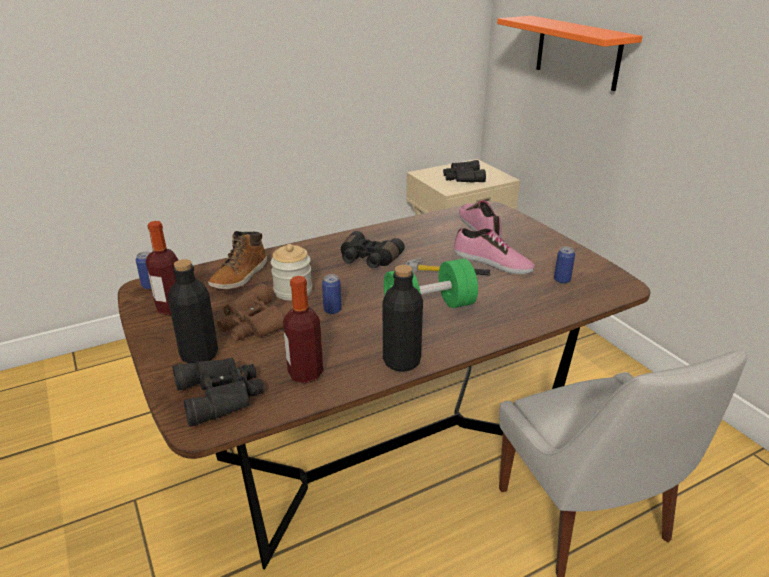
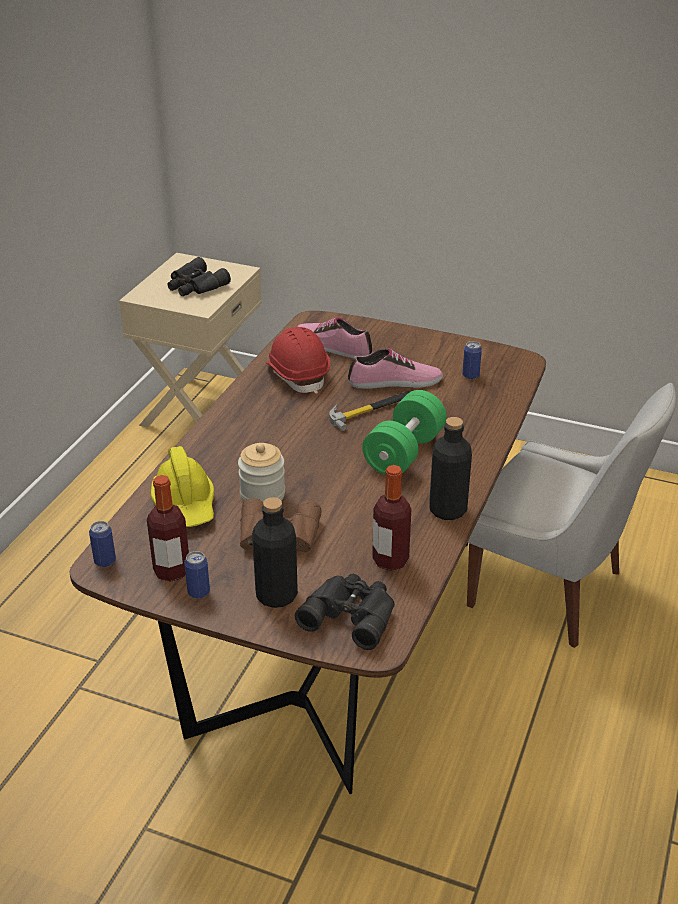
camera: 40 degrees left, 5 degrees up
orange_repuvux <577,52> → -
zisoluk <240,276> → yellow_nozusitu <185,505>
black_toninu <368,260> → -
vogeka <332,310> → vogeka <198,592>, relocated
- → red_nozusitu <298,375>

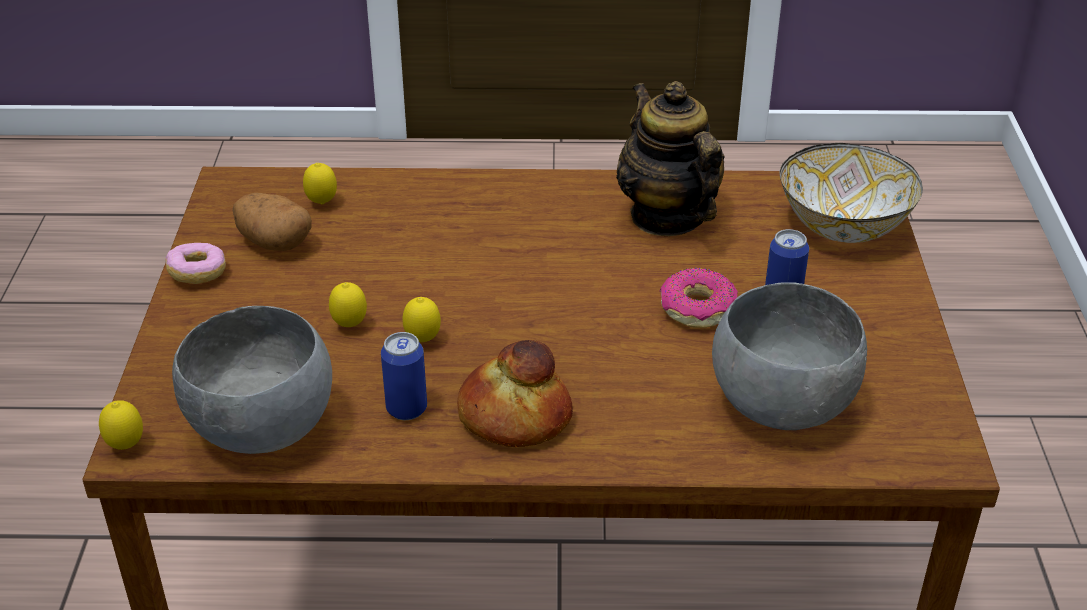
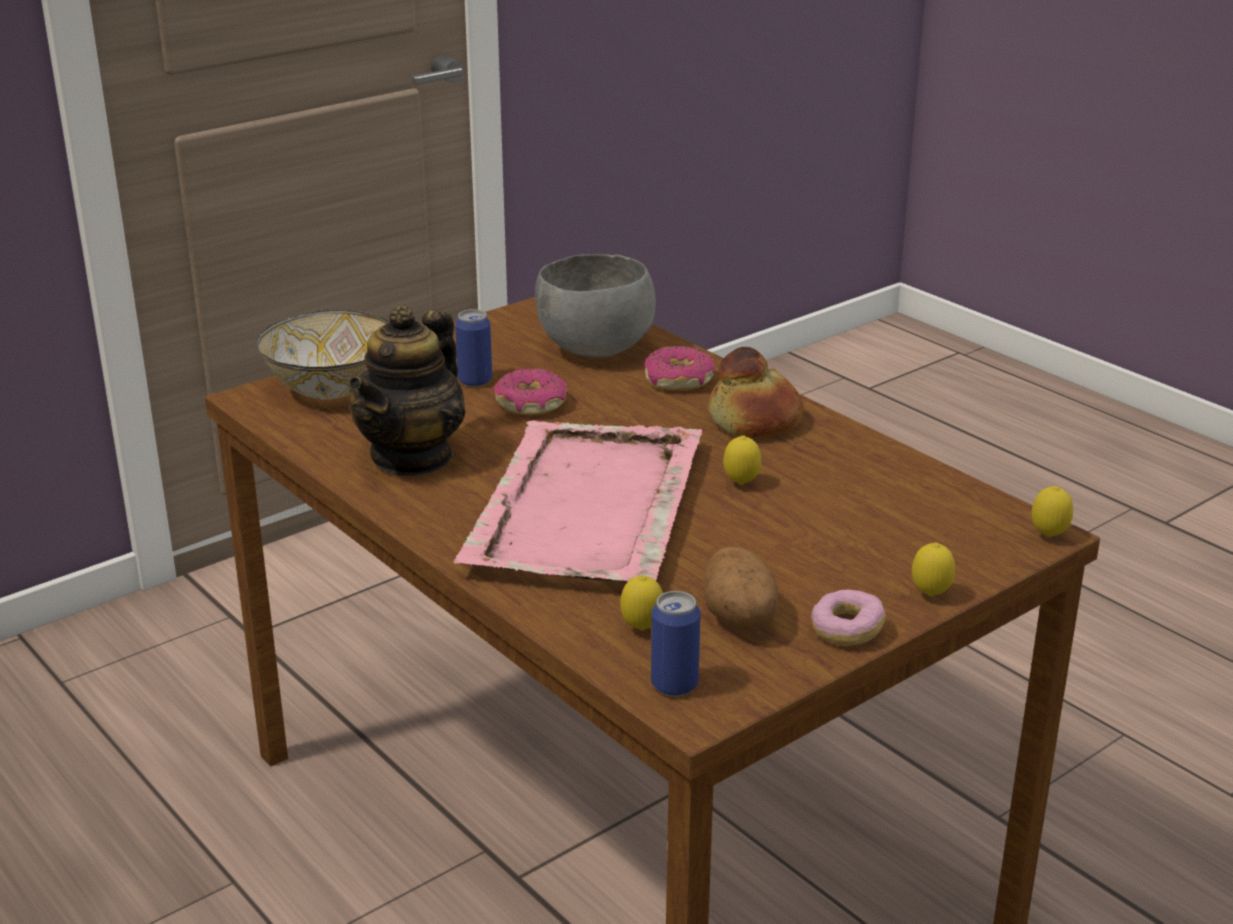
camera: 130 degrees left, 10 degrees down
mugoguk <350,326> → mugoguk <930,595>, relocated
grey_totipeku <261,431> → -
vogeka <406,409> → vogeka <674,685>, relocated
- → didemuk <679,380>
- → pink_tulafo <585,509>

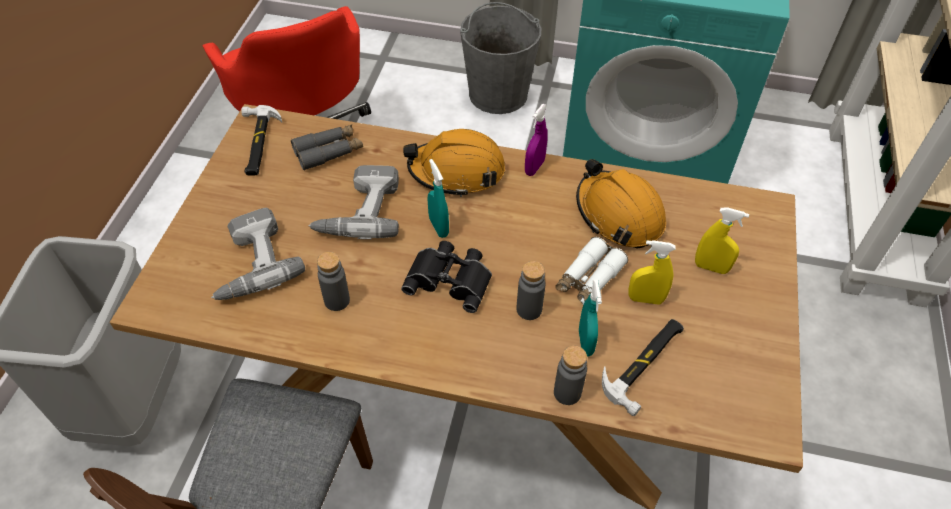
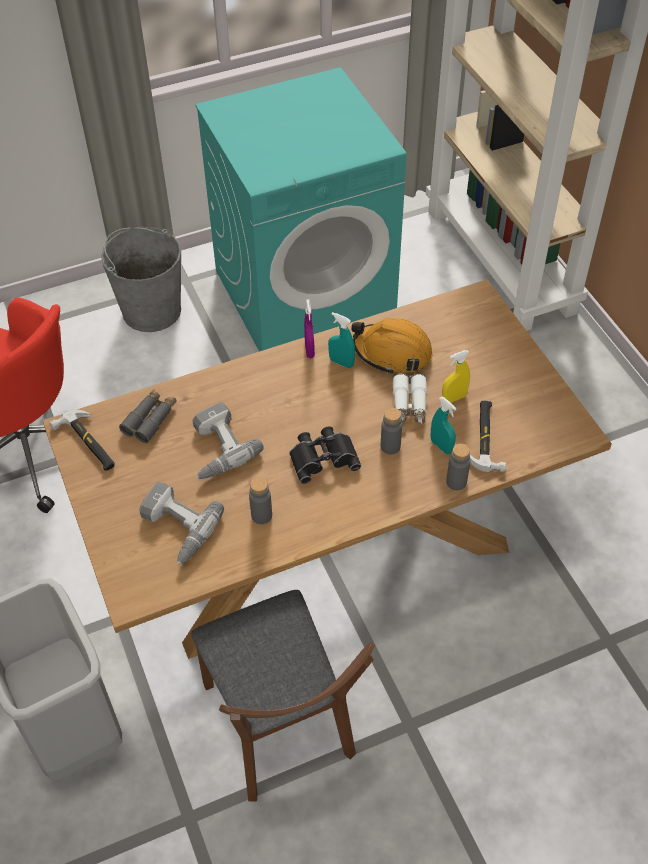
camera: 35 degrees left, 0 degrees up
orange_nozusitu <456,171> → -
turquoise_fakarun <438,227> → turquoise_fakarun <341,362>, relocated
yellow_fakarun <711,267> → -

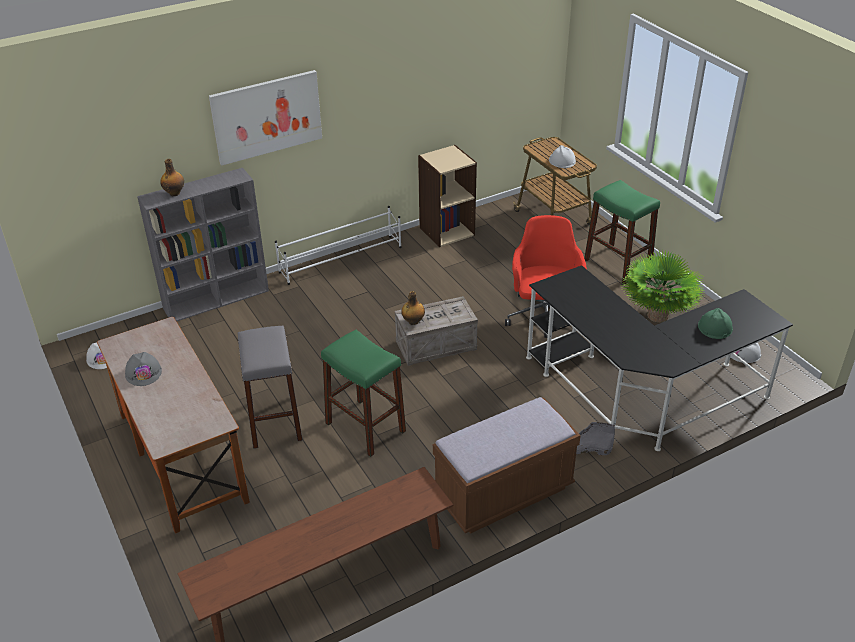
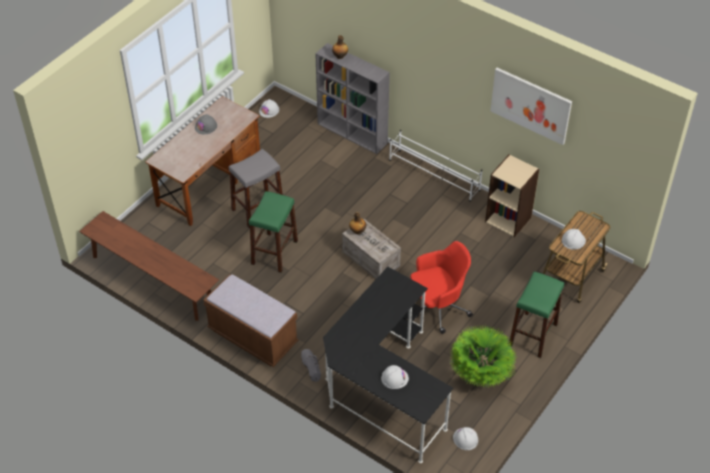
camera: 65 degrees right, 10 degrees up
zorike <267,116> → zorike <531,105>, relocated
green_nozusitu <714,327> → white_nozusitu <394,378>

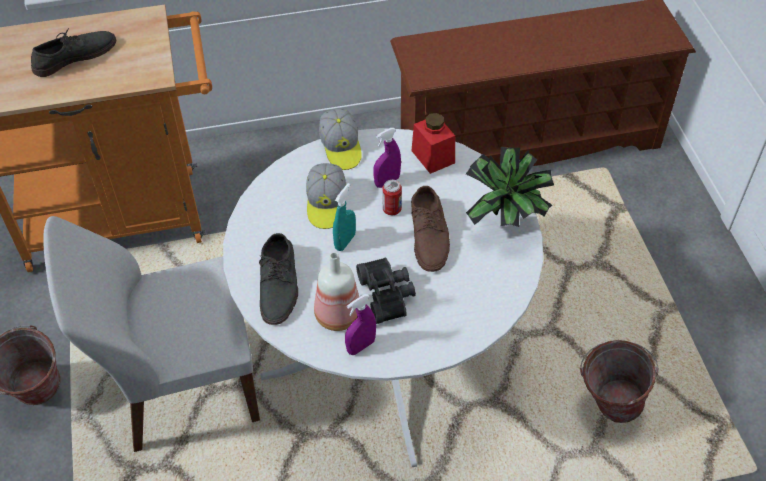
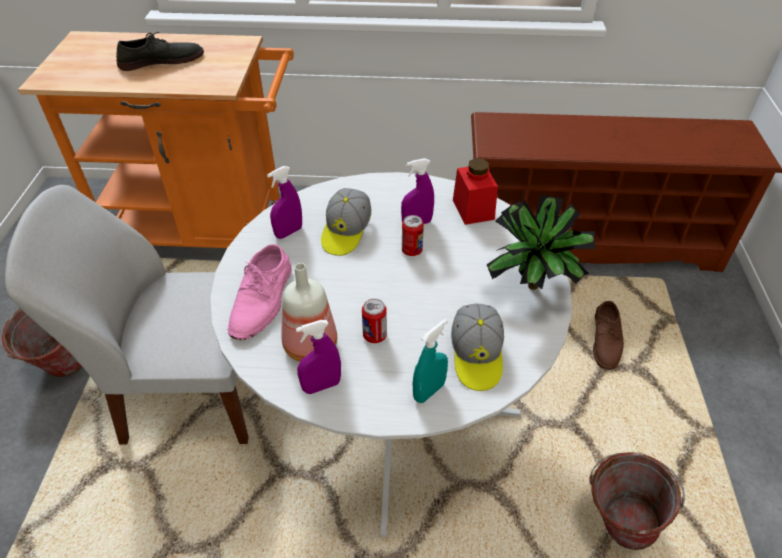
camera: 15 degrees right, 5 degrees down
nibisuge <341,147> → nibisuge <476,355>, relocated
turquoise_fakarun <345,241> → turquoise_fakarun <429,391>, relocated
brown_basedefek <429,235> → brown_basedefek <606,340>, relocated
grey_basedefek <279,285> → pink_basedefek <263,300>
black_toninu <388,294> → vogeka <374,335>
- → purple_fakarun <289,232>

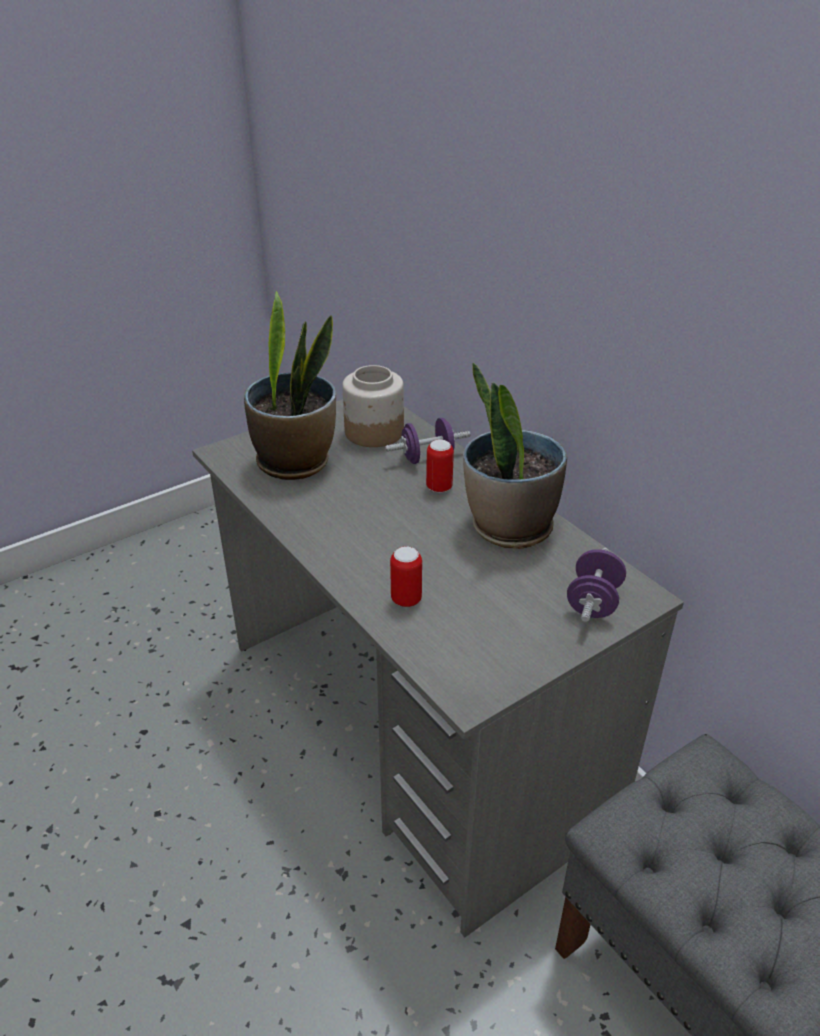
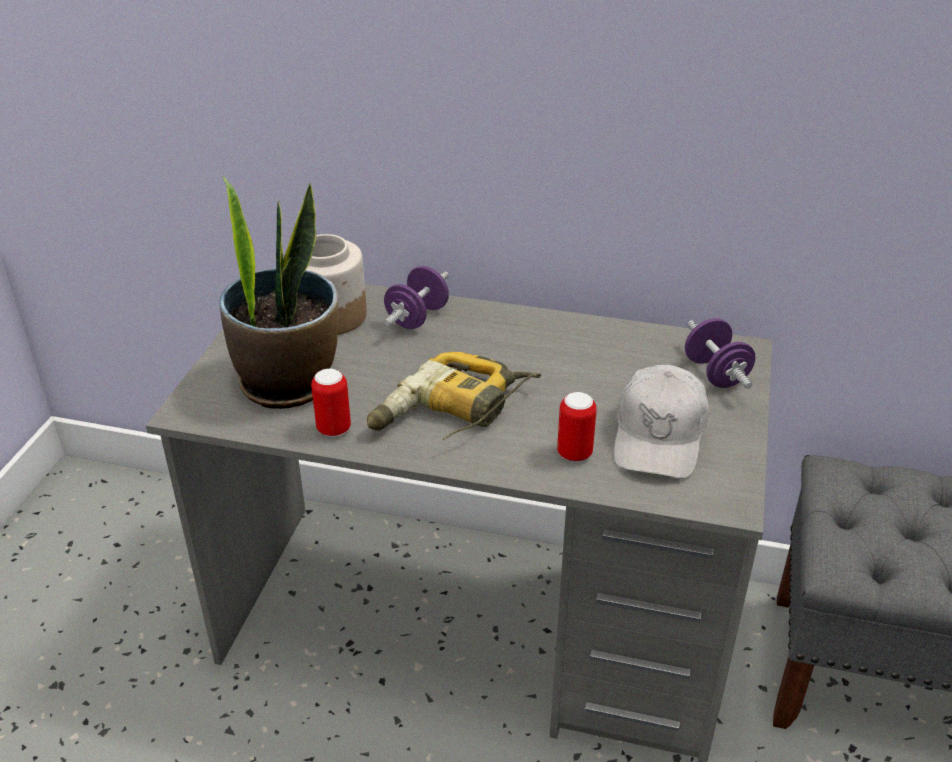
camera: 40 degrees left, 0 degrees up
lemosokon <509,527> → -
vogeka <439,487> → vogeka <334,429>, relocated
- → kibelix <452,413>
- → white_nibisuge <659,436>

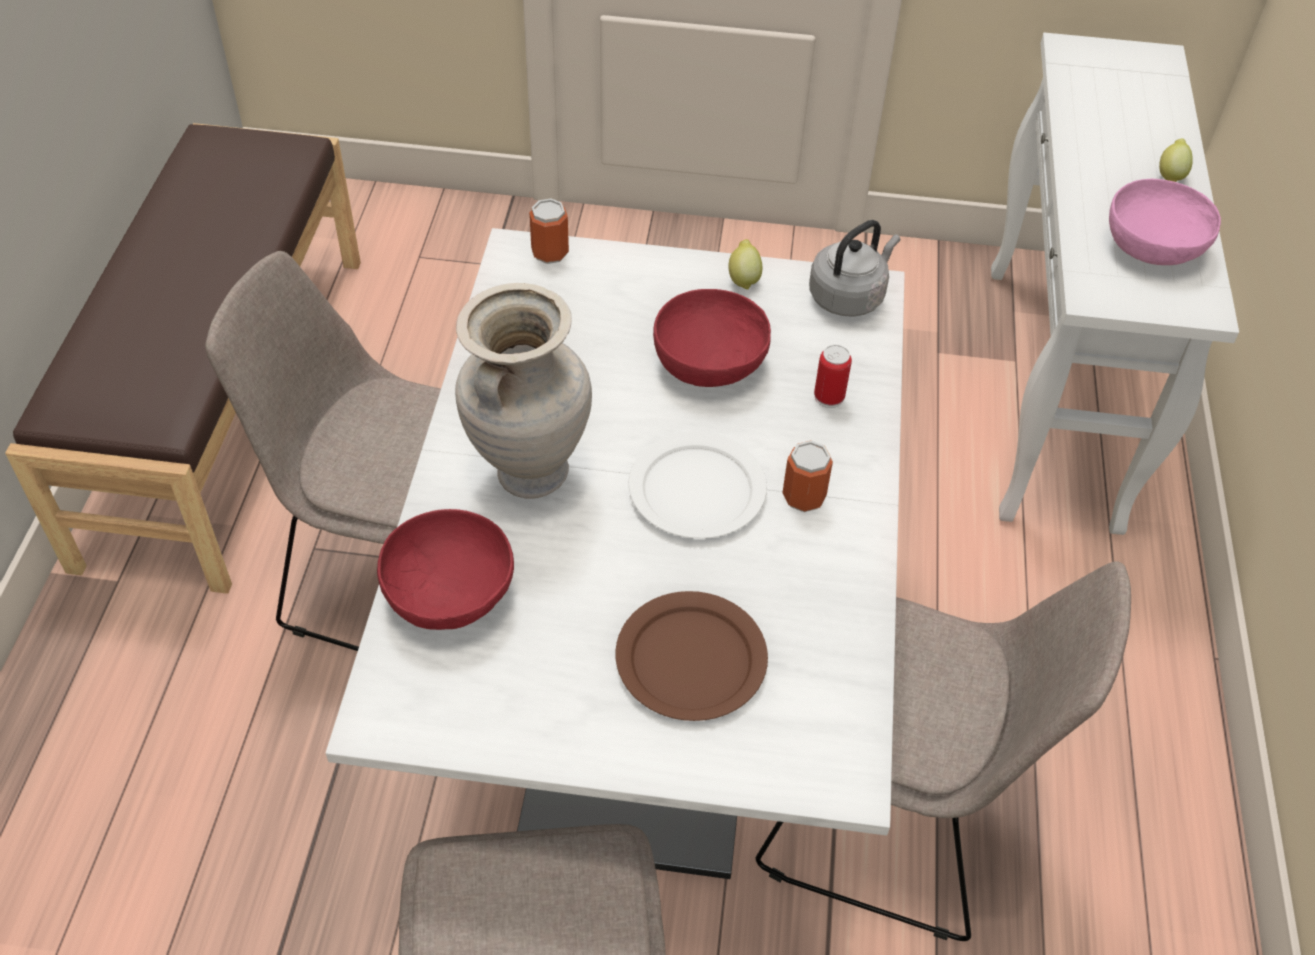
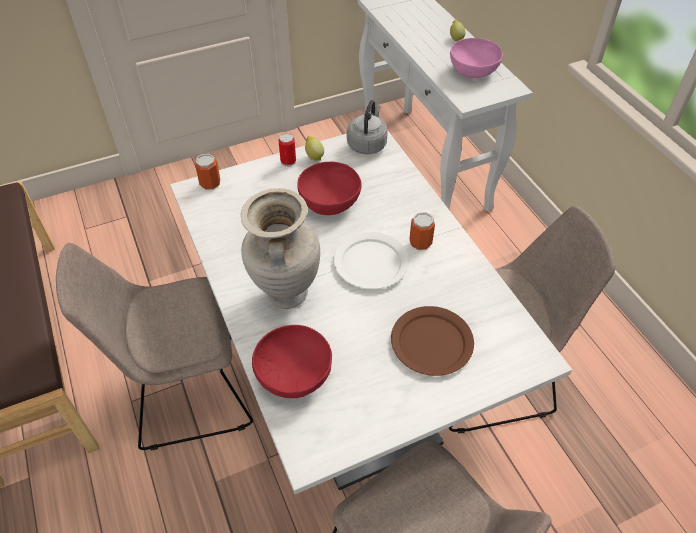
camera: 30 degrees left, 0 degrees up
vogeka <829,397> → vogeka <288,161>, relocated

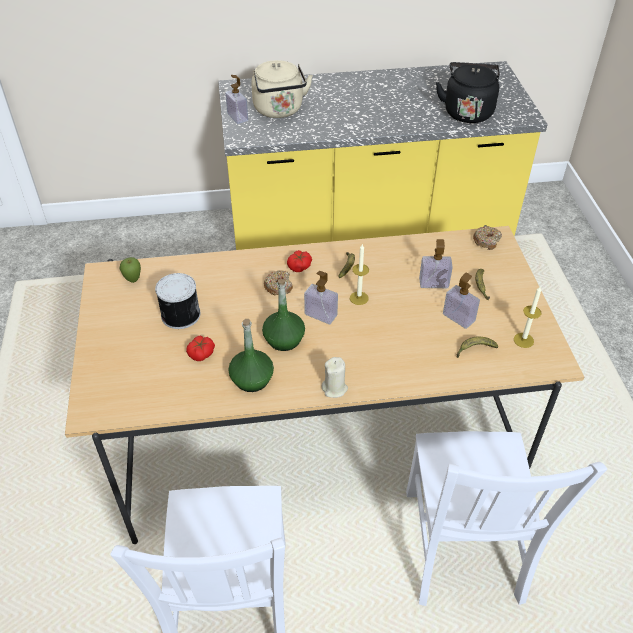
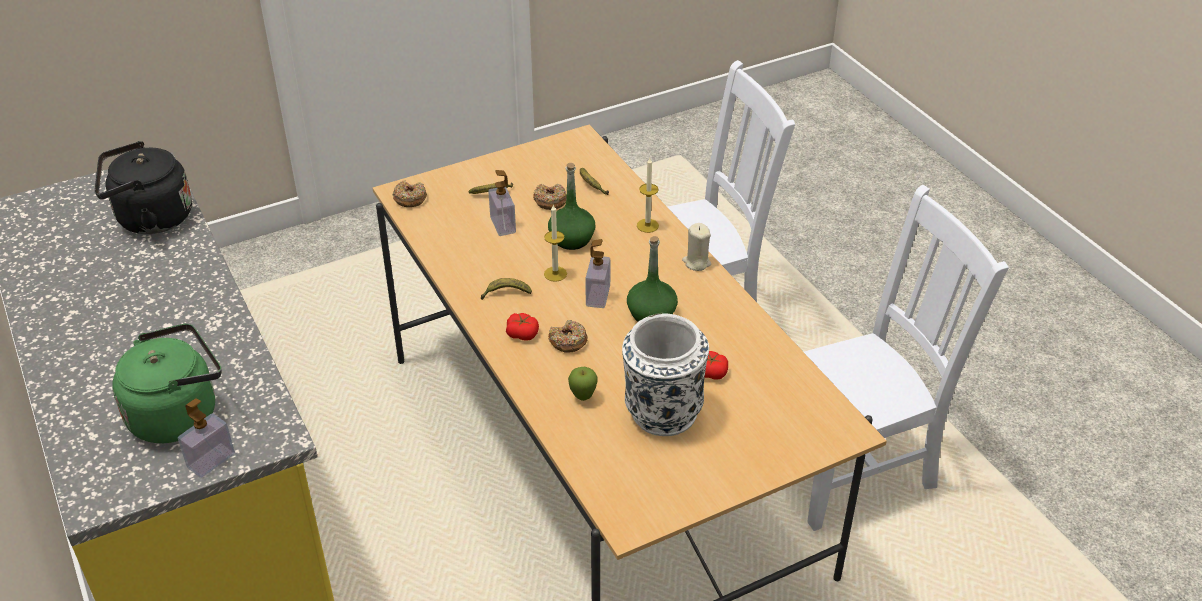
camera: 110 degrees left, 5 degrees down
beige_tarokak <279,111> → green_tarokak <179,414>
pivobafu <133,280> → pivobafu <583,398>, relocated
vogeka <179,314> → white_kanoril <662,413>
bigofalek <458,317> → didemuk <550,201>
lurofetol <523,340> → lurofetol <647,225>, relocated
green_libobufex <252,379> → green_libobufex <572,239>, relocated

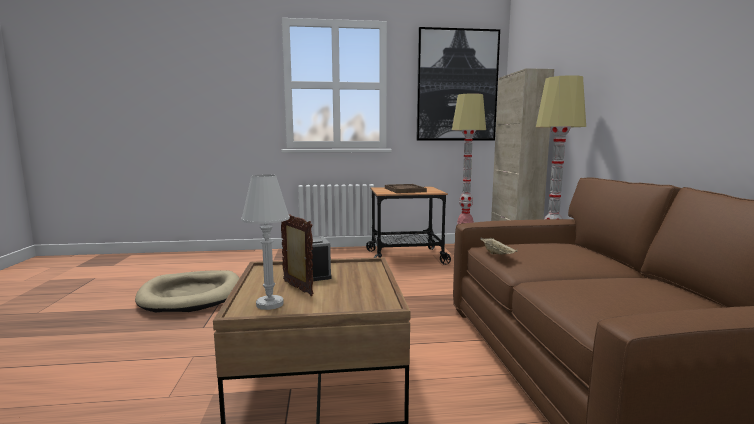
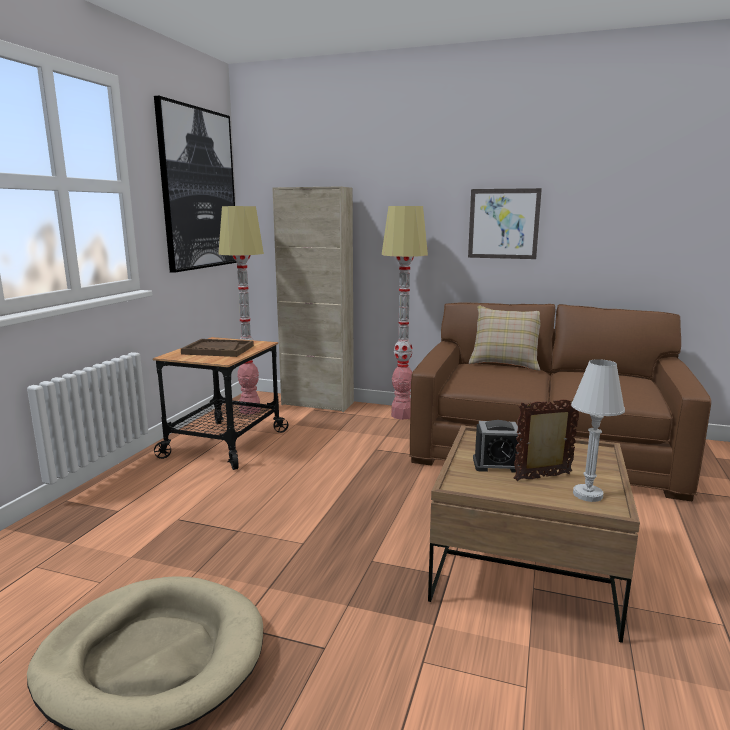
camera: 65 degrees left, 5 degrees up
beige_tulafo <497,255> → -
- → zorike <503,224>
- → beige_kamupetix <505,363>

